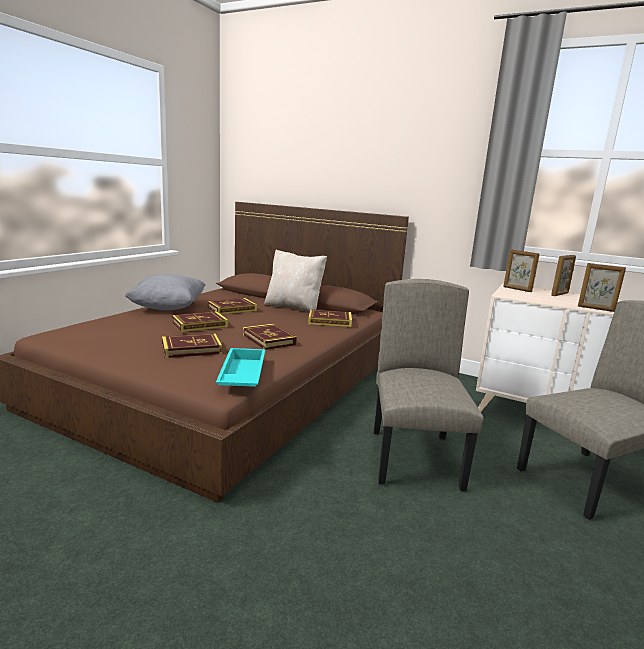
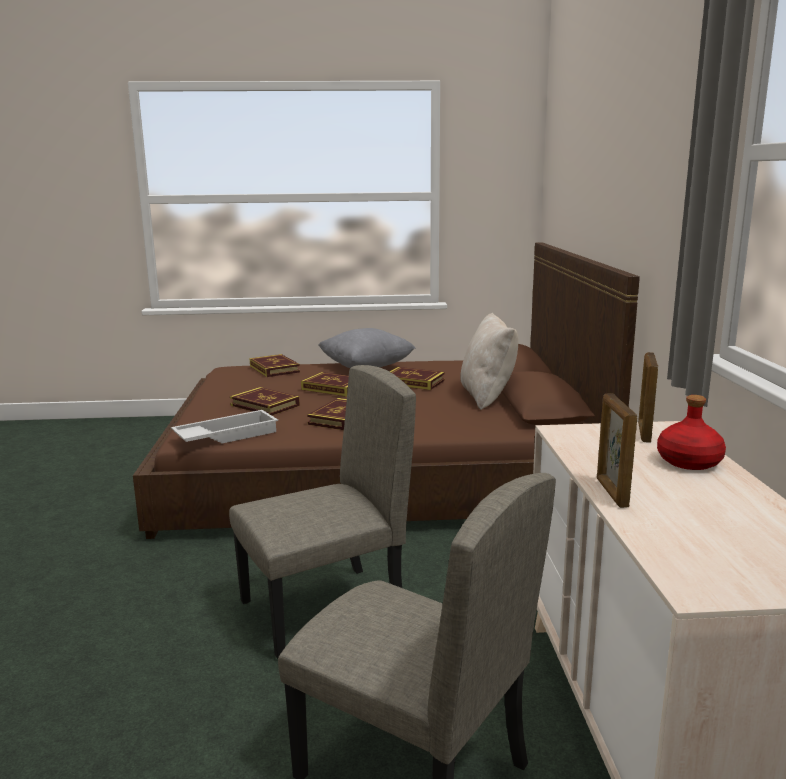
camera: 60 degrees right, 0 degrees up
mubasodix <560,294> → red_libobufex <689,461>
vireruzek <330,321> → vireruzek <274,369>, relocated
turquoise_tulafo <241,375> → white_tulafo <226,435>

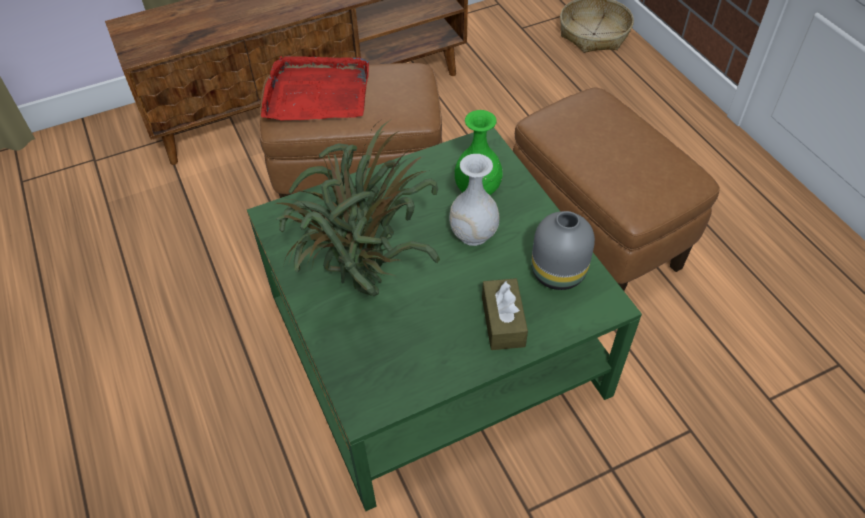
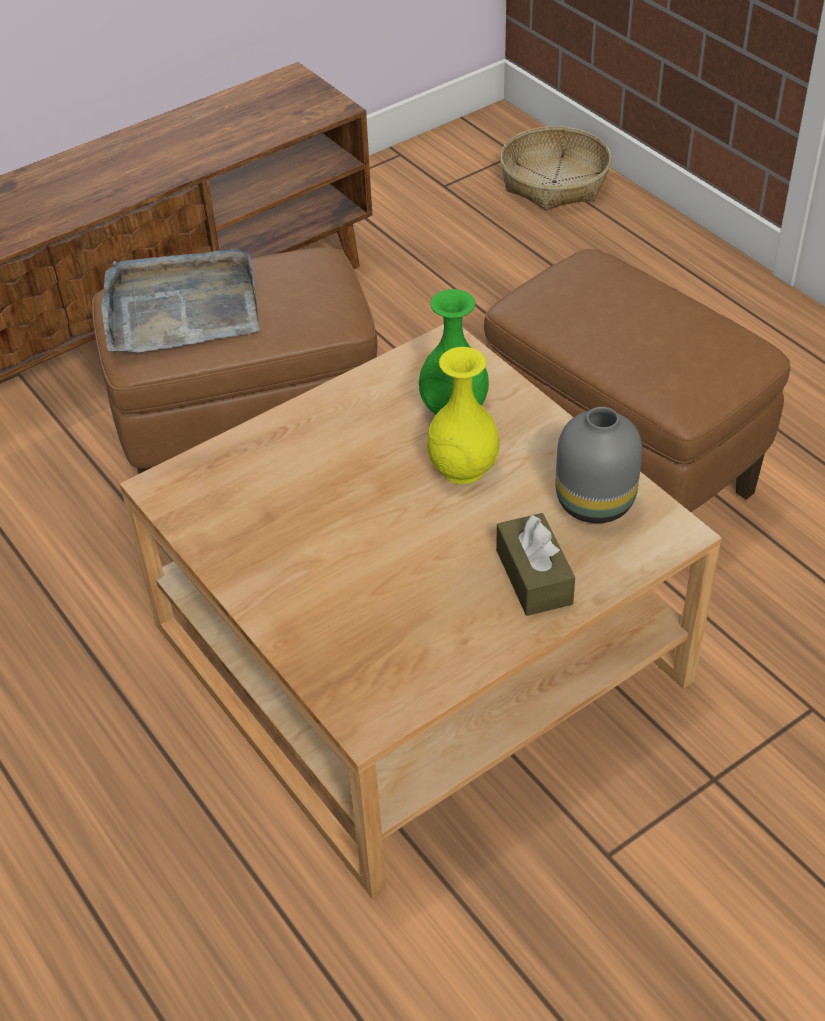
camera: 10 degrees left, 5 degrees down
red_tulafo <317,93> → grey_tulafo <180,307>
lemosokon <362,287> → -
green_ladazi <434,343> → beige_ladazi <418,652>
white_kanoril <473,233> → yellow_kanoril <462,468>

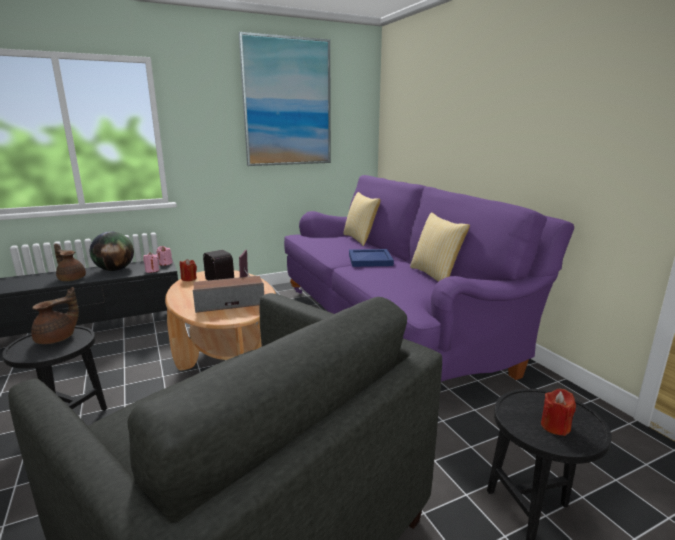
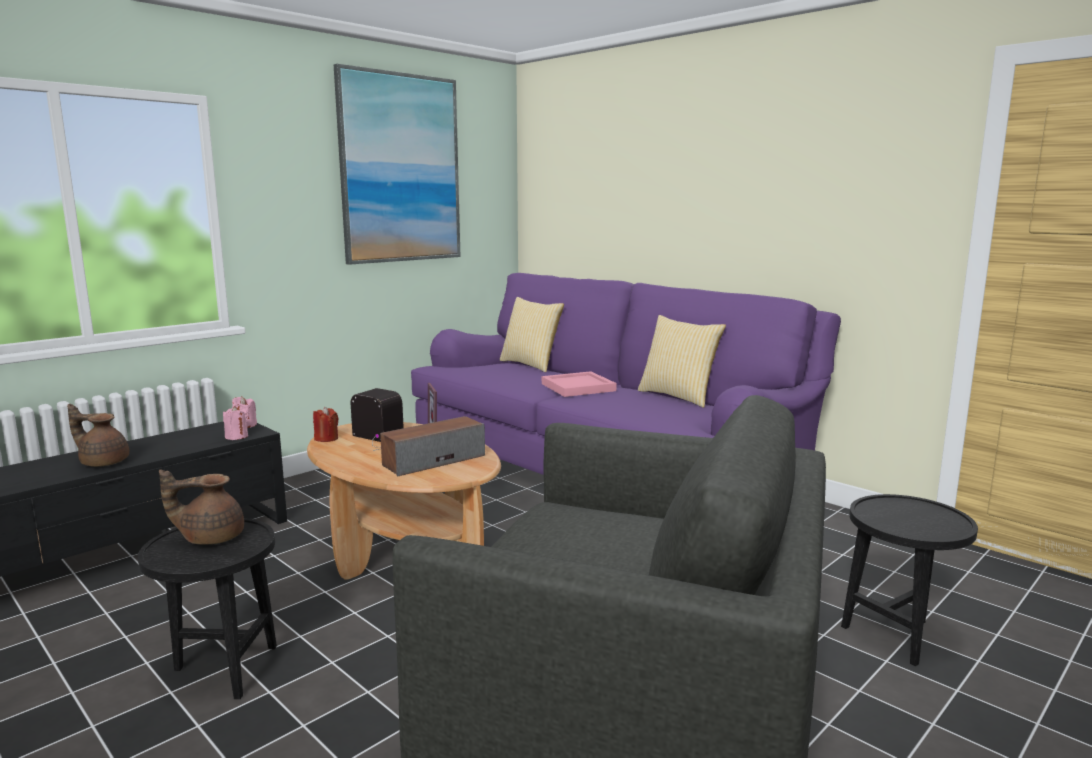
camera: 20 degrees left, 5 degrees down
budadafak <115,269> → -
blue_tulafo <369,260> → pink_tulafo <577,387>
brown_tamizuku <57,338> → brown_tamizuku <211,537>, 120 degrees counterclockwise
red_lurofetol <555,426> → -

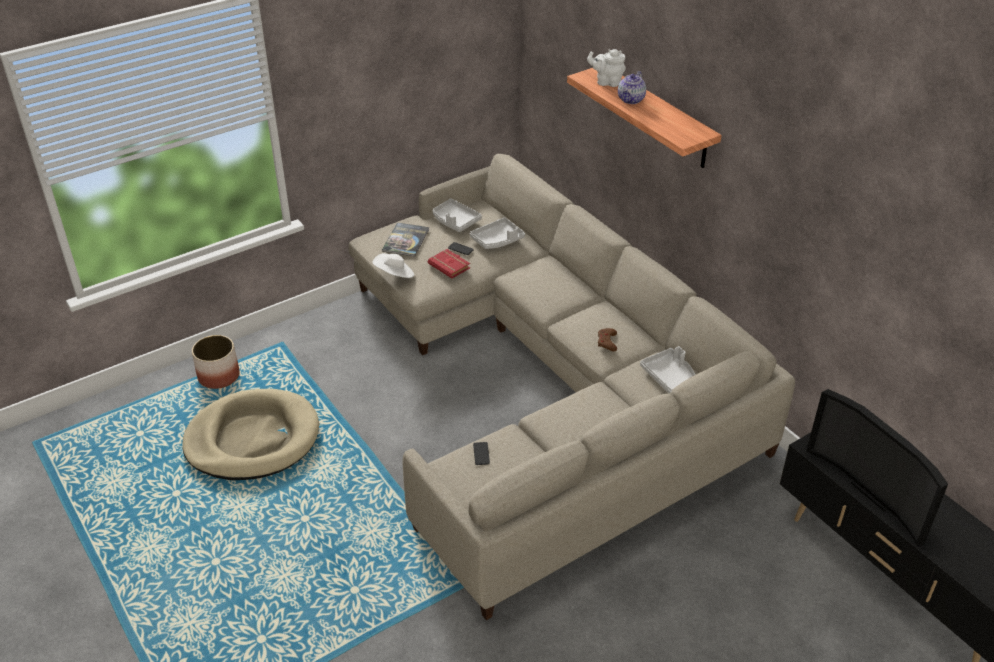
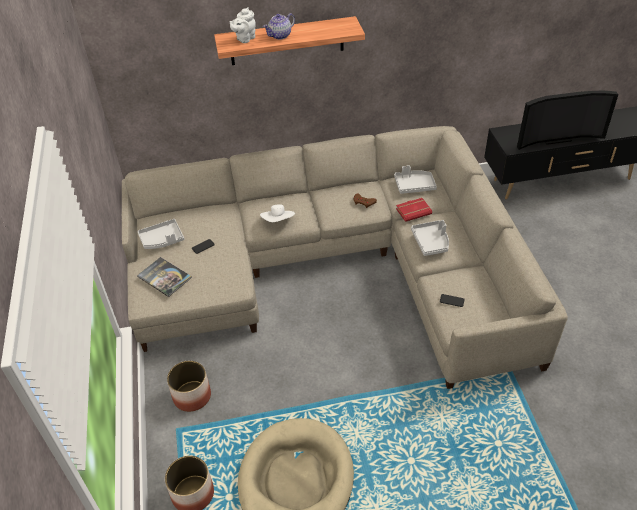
camera: 65 degrees left, 5 degrees up
tamizuku <631,100> → tamizuku <280,36>, 90 degrees clockwise
grey_tulafo <497,240> → grey_tulafo <431,242>, relocated
red_vireruzek <450,266> → red_vireruzek <413,211>, relocated
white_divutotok <394,275> → white_divutotok <278,221>, relocated
- → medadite <192,396>

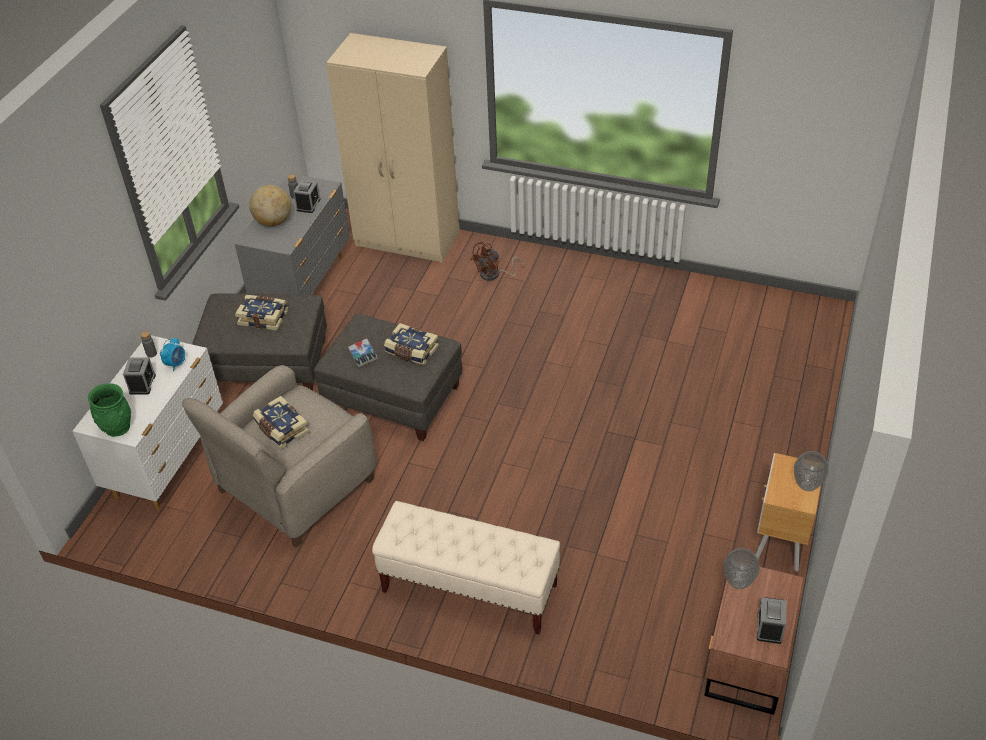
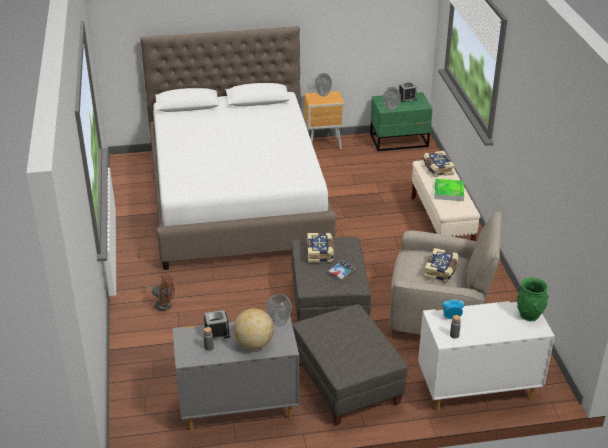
camera: 120 degrees left, 10 degrees down
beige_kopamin <408,240> → -
vireruzek <263,317> → vireruzek <437,169>, relocated
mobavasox <142,384> → -
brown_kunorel <745,661> → green_kunorel <400,141>
- → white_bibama <237,199>
- → tulafo <449,192>
- → kanoril <279,323>

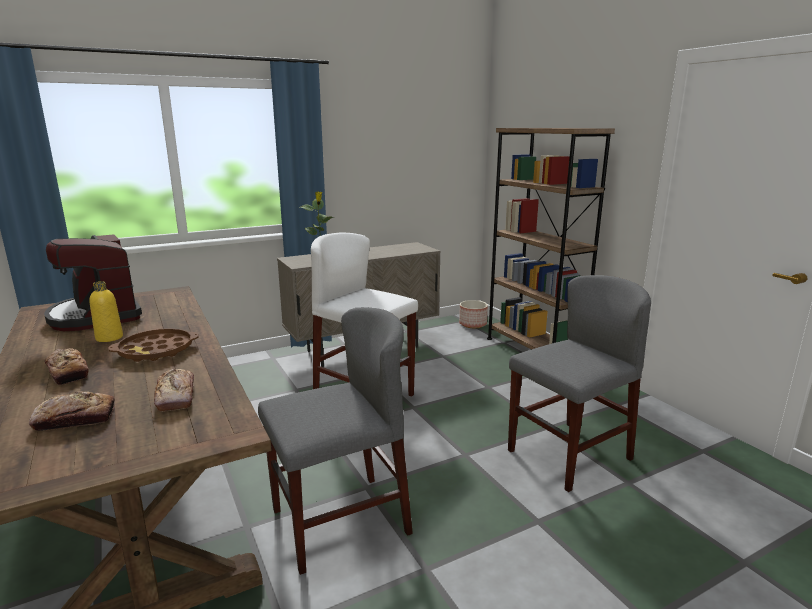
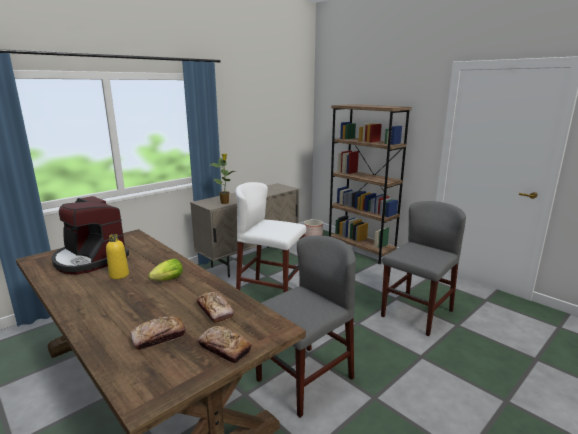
camera: 15 degrees left, 0 degrees up
brown_tulafo <156,350> → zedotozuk <166,280>
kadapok <67,372> → kadapok <224,349>, relocated

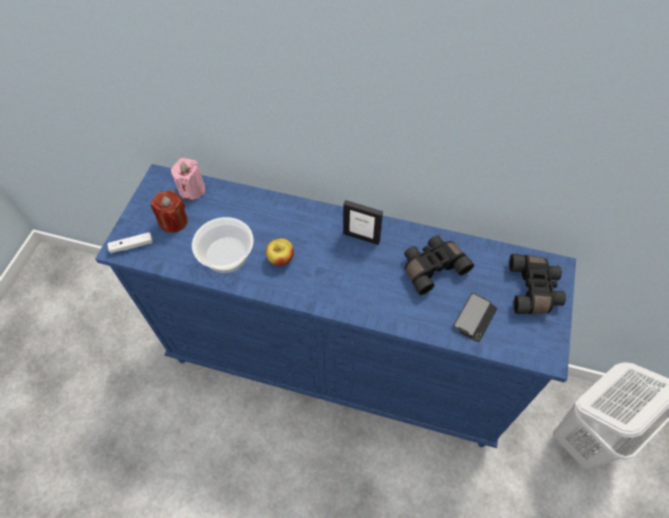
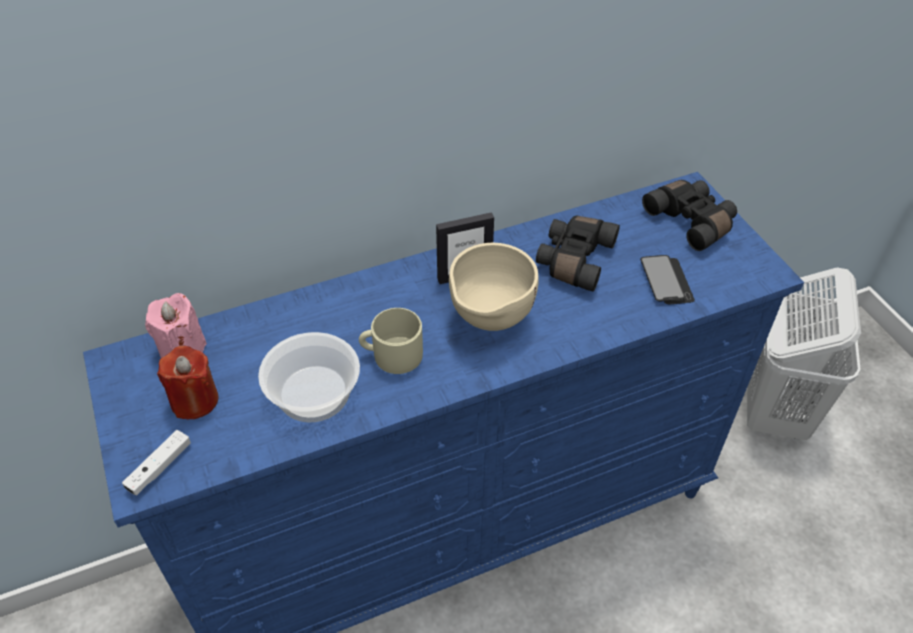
camera: 40 degrees left, 10 degrees down
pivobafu <281,259> → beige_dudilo <391,355>
- → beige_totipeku <489,321>

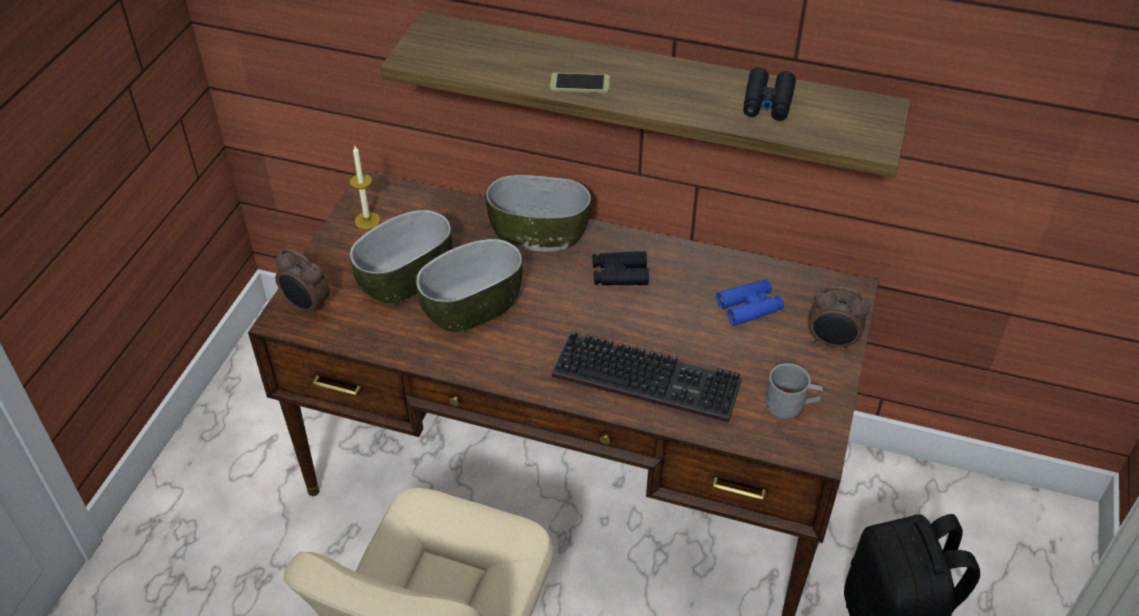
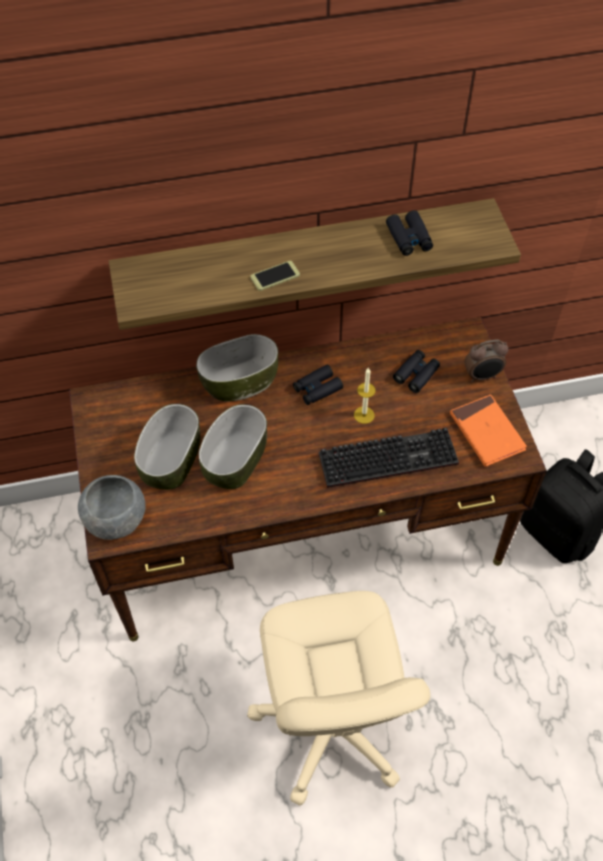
camera: 30 degrees left, 10 degrees up
lurofetol <367,220> → lurofetol <364,415>, relocated
mobavasox <306,306> → grey_totipeku <116,519>
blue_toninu <749,307> → black_toninu <416,374>
grey_dudilo <791,405> → orange_vireruzek <487,432>

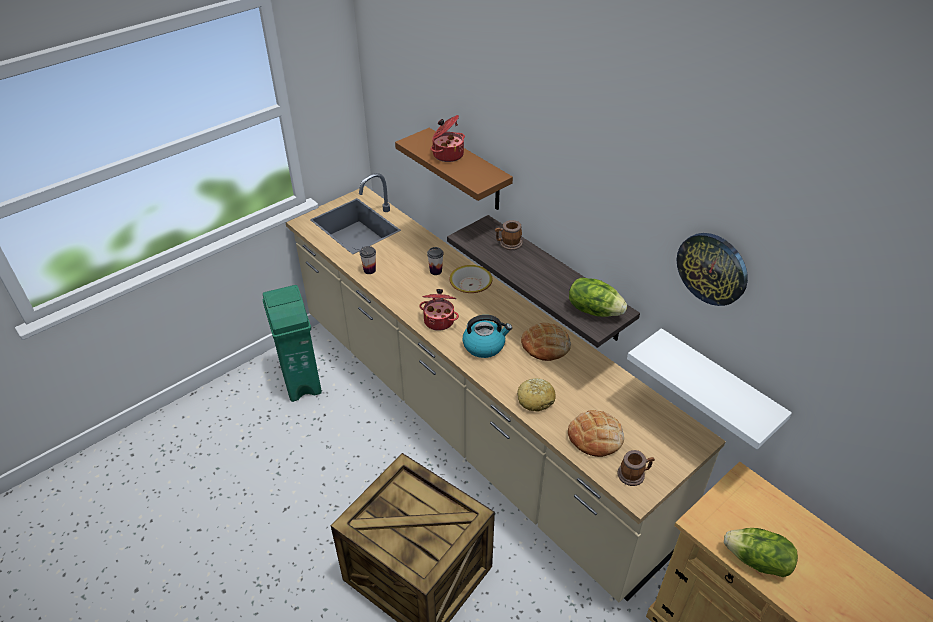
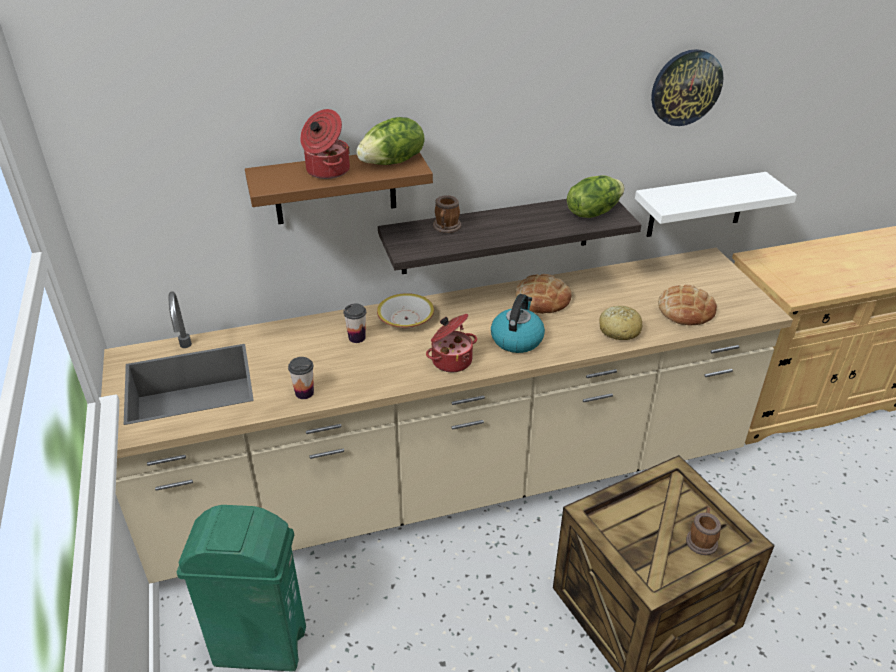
camera: 65 degrees left, 5 degrees down
dudilo <634,474> → dudilo <701,539>, relocated
zedotozuk <757,561> → zedotozuk <393,162>, relocated

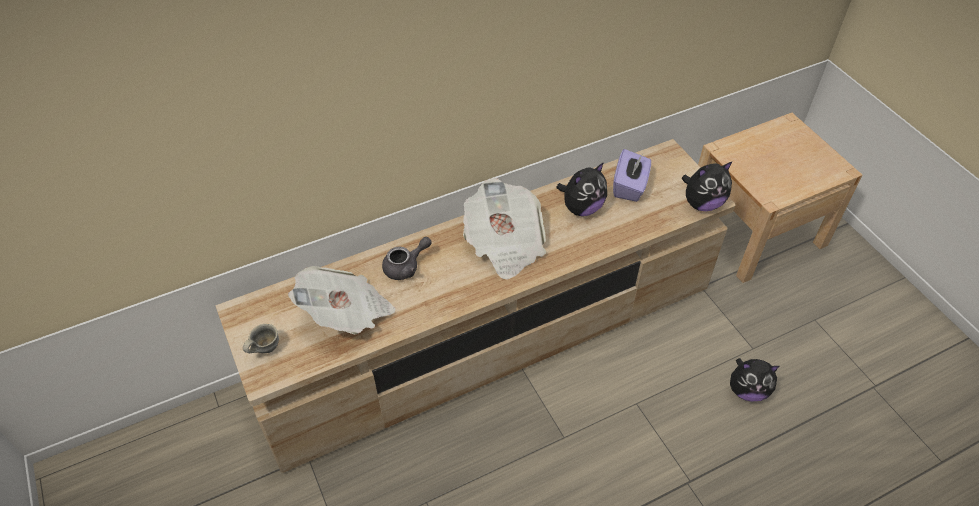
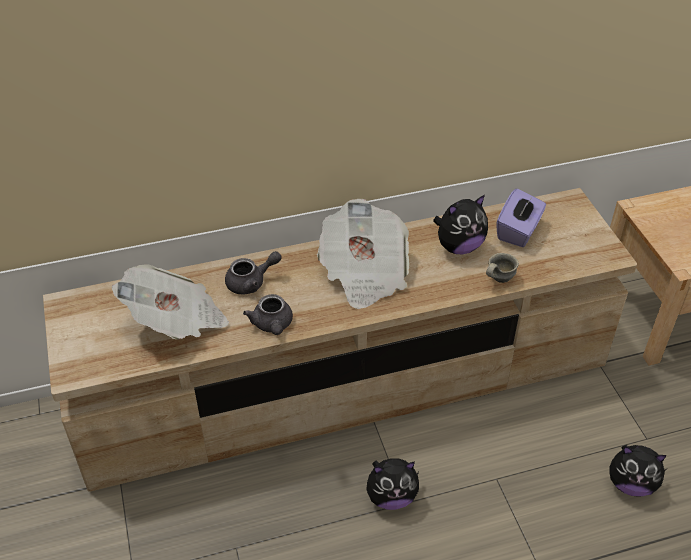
camera: 10 degrees right, 5 degrees down
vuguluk <702,203> → vuguluk <391,497>, relocated
grey_dudilo <264,348> → grey_dudilo <497,279>, relocated
- → grey_tamizuku <272,325>

